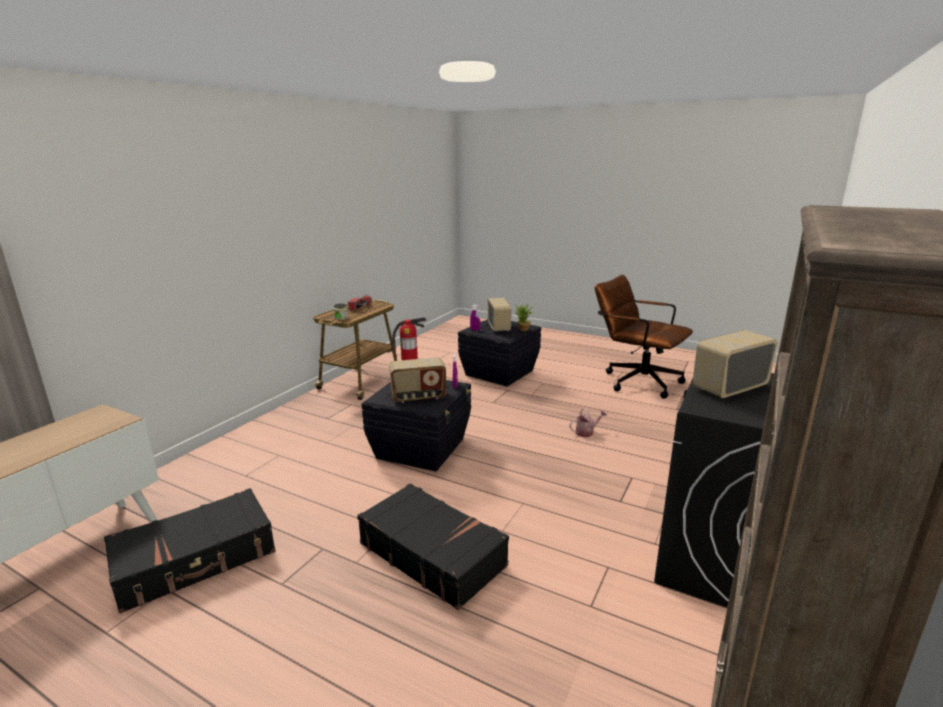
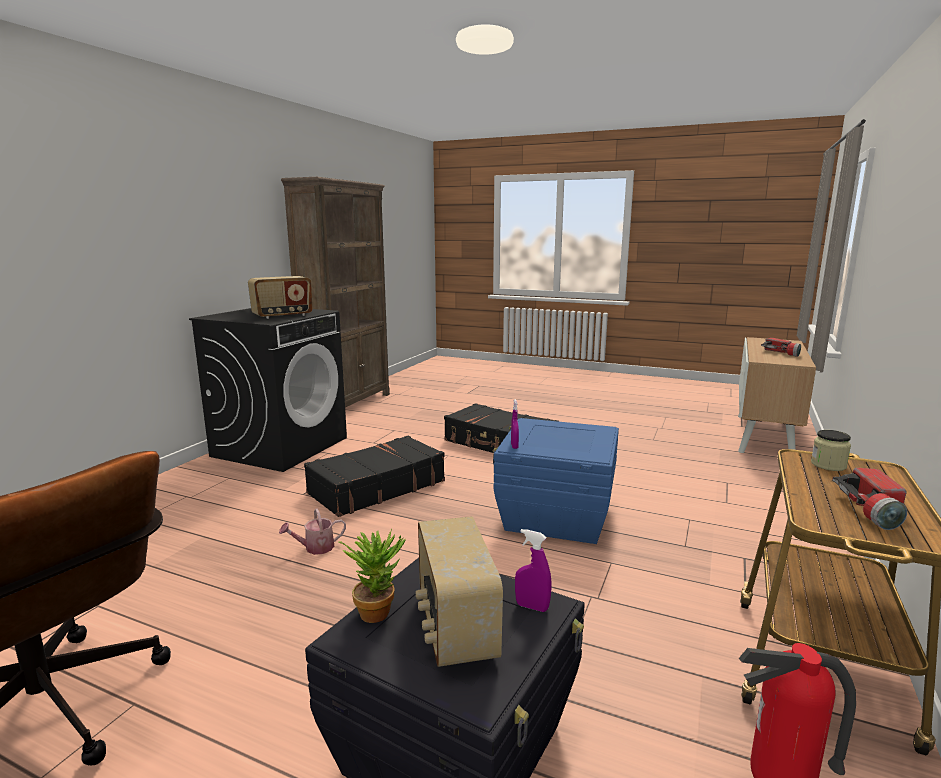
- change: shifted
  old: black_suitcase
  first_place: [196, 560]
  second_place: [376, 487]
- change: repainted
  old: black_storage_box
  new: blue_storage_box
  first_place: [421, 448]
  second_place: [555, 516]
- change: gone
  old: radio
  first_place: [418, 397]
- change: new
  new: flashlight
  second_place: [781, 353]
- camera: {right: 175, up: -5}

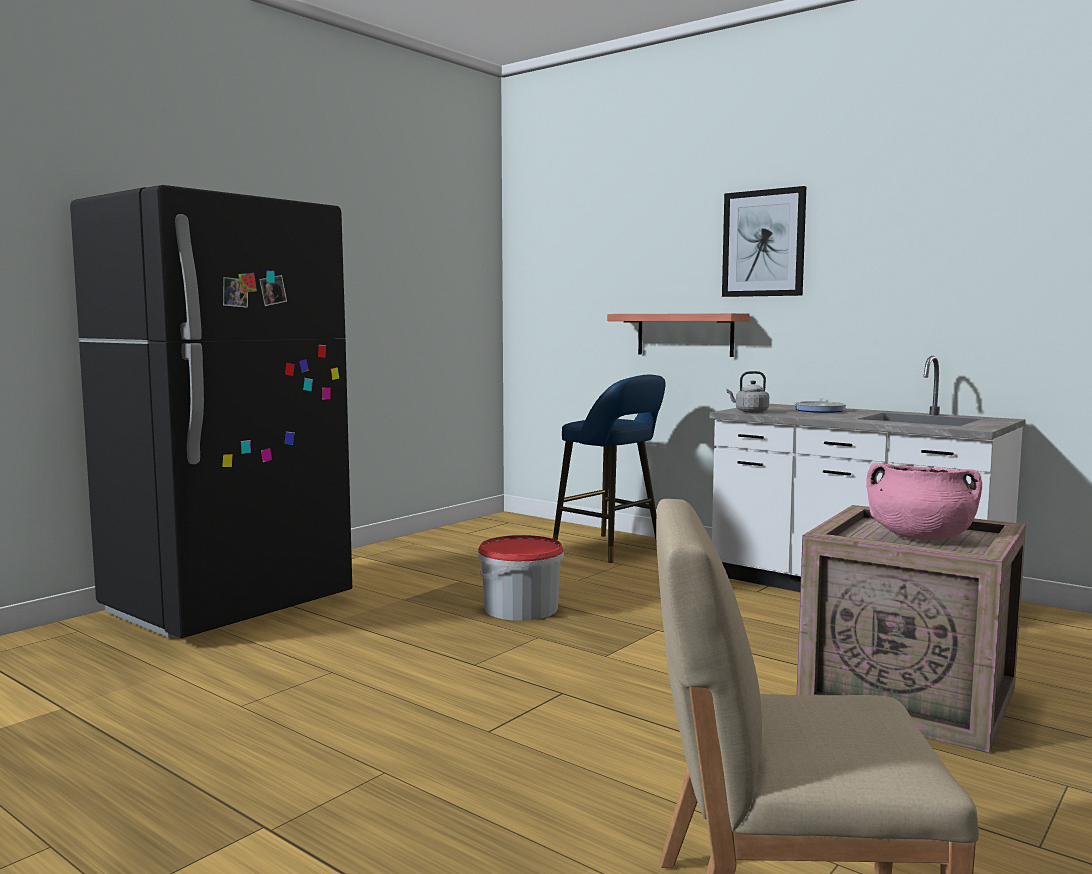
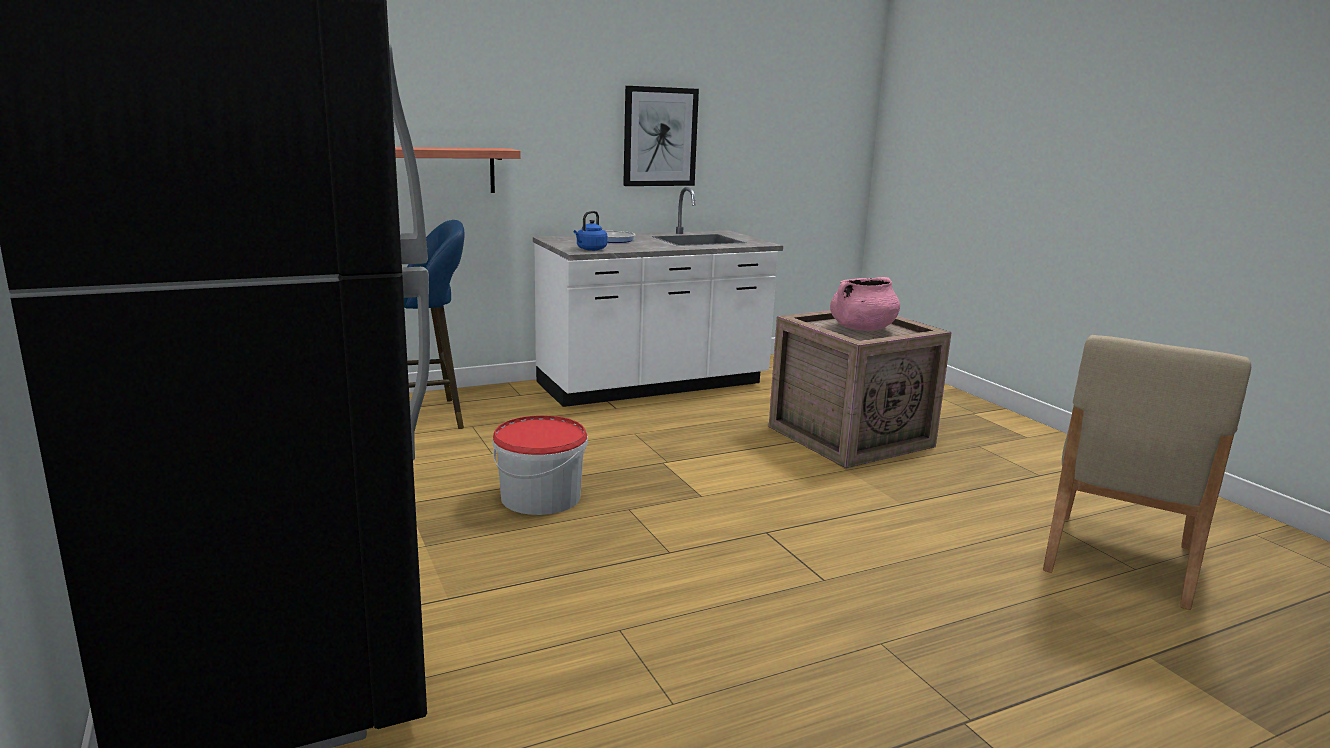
- change: shifted
  old: picture
  first_place: [763, 243]
  second_place: [660, 137]
- change: repainted
  old: grey_kettle
  new: blue_kettle
  first_place: [749, 411]
  second_place: [590, 249]
- camera: {right: -65, up: 10}

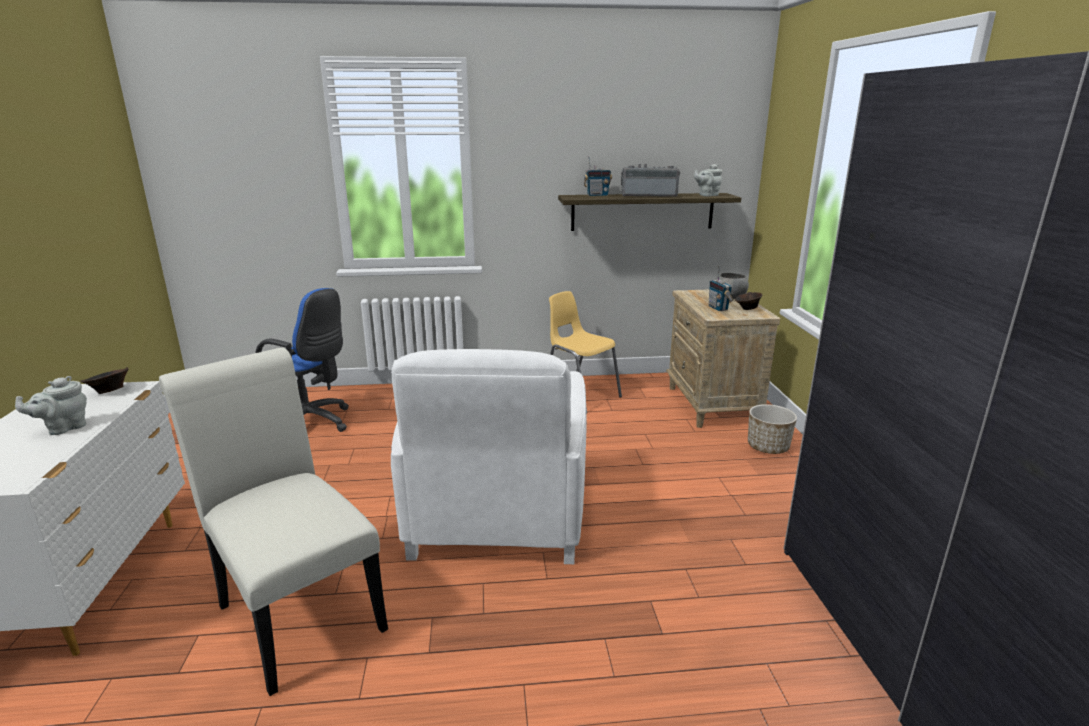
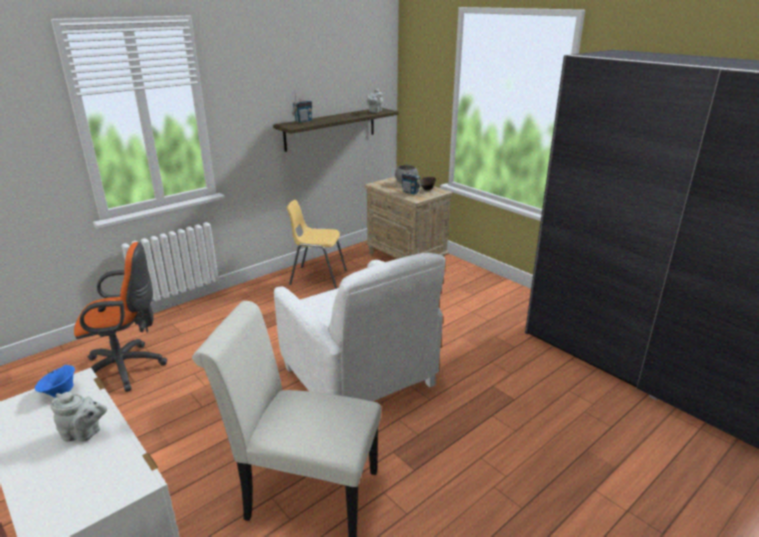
- change: rotated
  old: grey_teapot
  first_place: [64, 428]
  second_place: [84, 433]
  degrees: -90
- change: repainted
  old: brown_bowl
  new: blue_bowl
  first_place: [109, 392]
  second_place: [60, 392]
- change: repainted
  old: blue_office_chair
  new: orange_office_chair
  first_place: [312, 424]
  second_place: [127, 368]
- change: gone
  old: radio
  first_place: [649, 195]
- change: gone
  old: planter
  first_place: [768, 447]
- camera: {right: -35, up: 5}

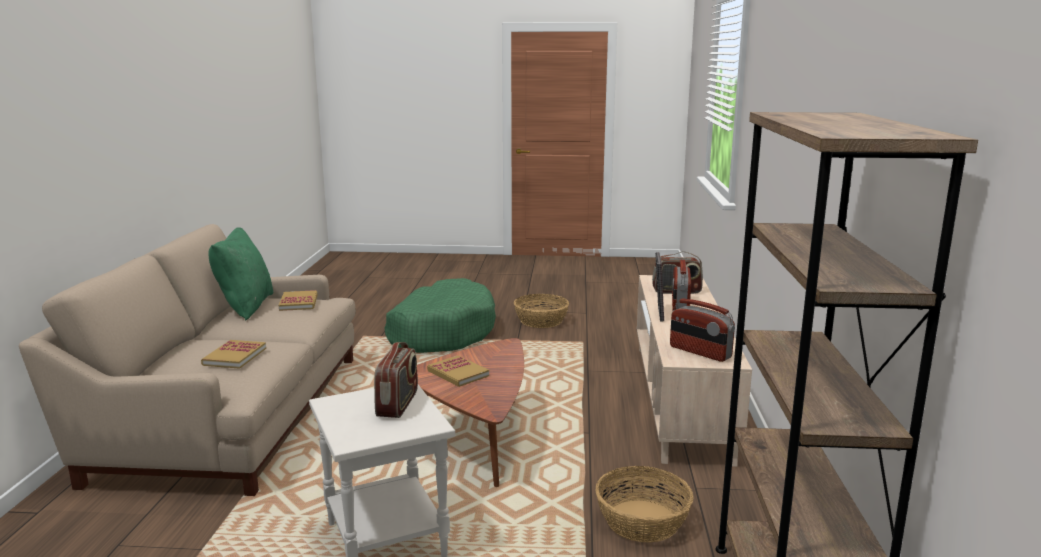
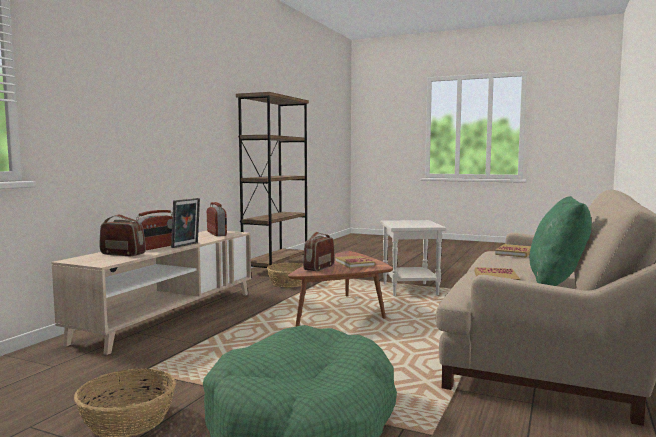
- change: shifted
  old: radio
  first_place: [398, 404]
  second_place: [319, 267]
- camera: {right: -160, up: -10}

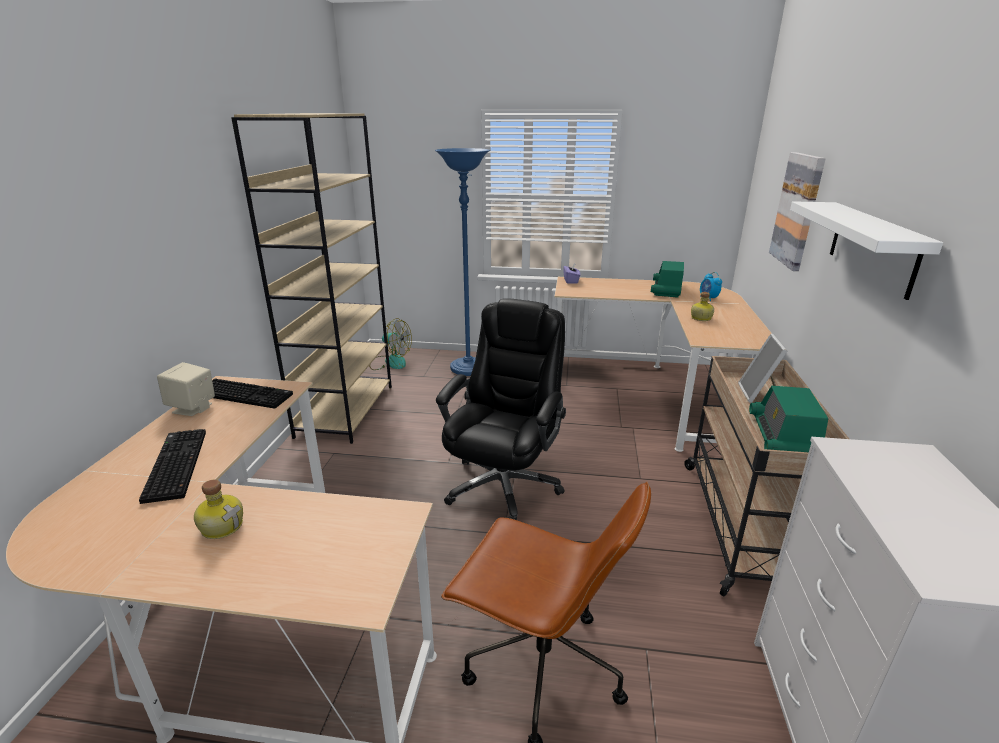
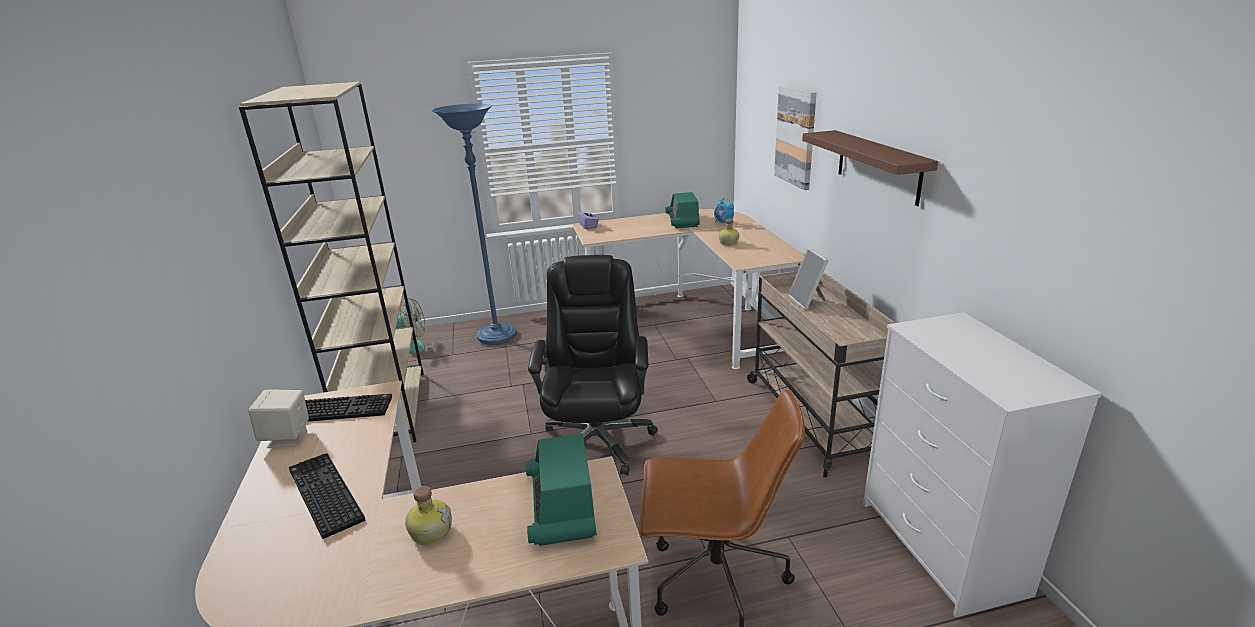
- change: shifted
  old: radio
  first_place: [782, 438]
  second_place: [561, 506]
- change: repainted
  old: white_shelf
  new: brown_shelf
  first_place: [872, 246]
  second_place: [878, 166]
- camera: {right: -20, up: 0}

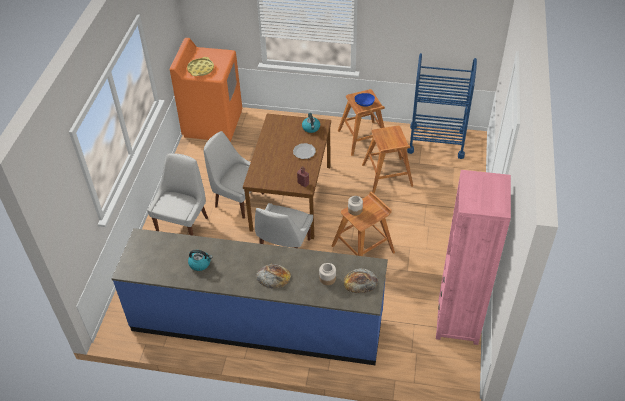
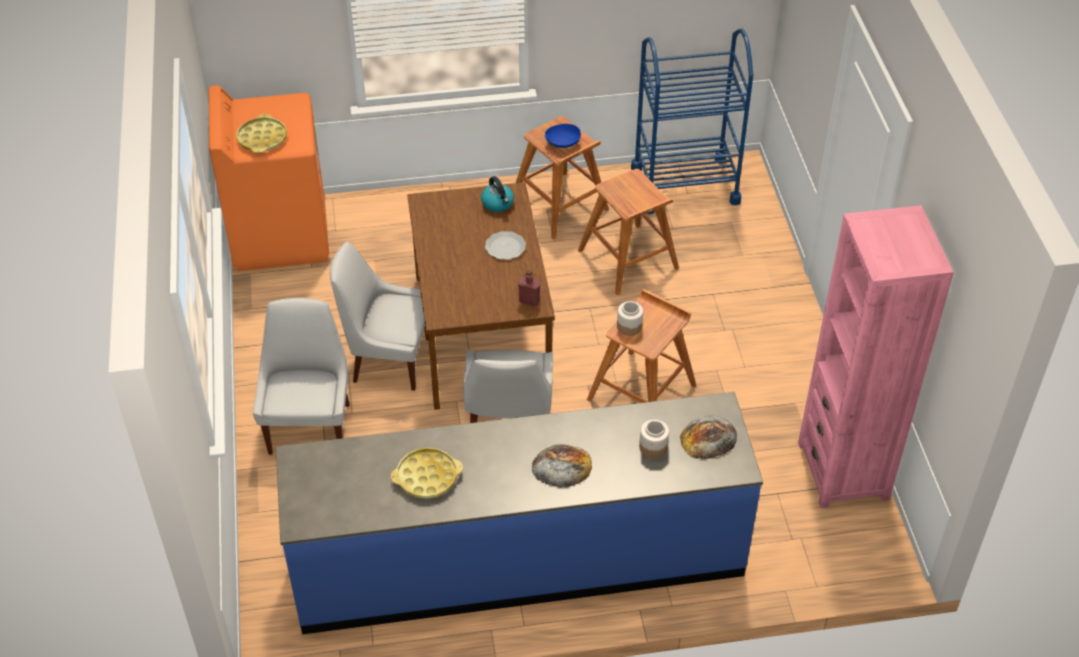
- change: swapped
  old: kettle
  new: yellow_tray
  first_place: [200, 263]
  second_place: [427, 477]
- camera: {right: -20, up: 0}

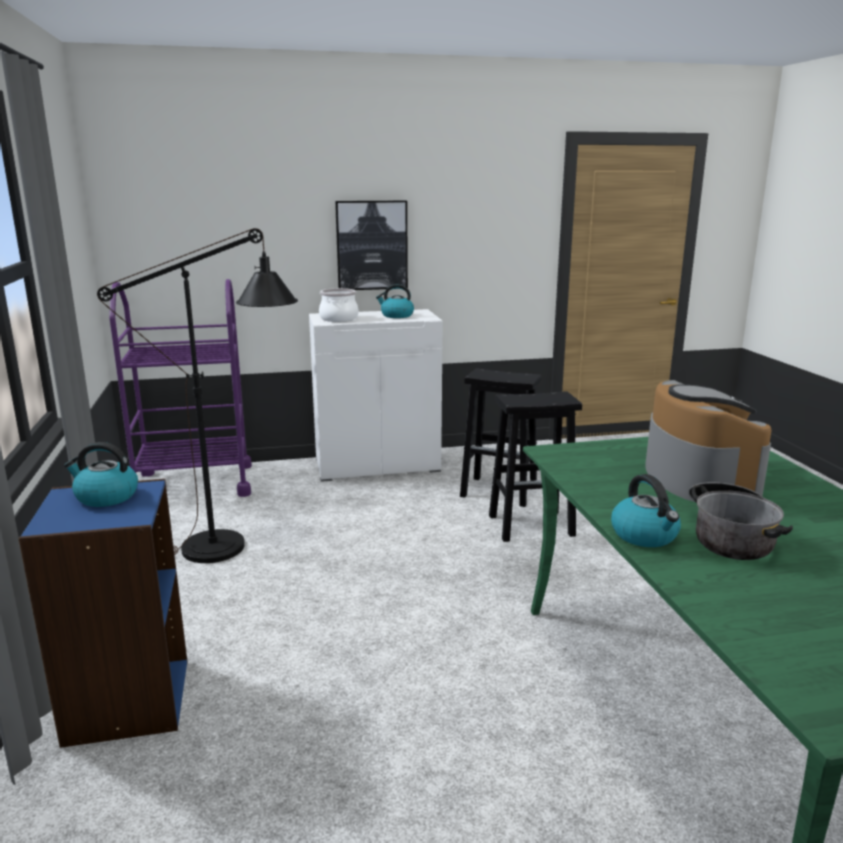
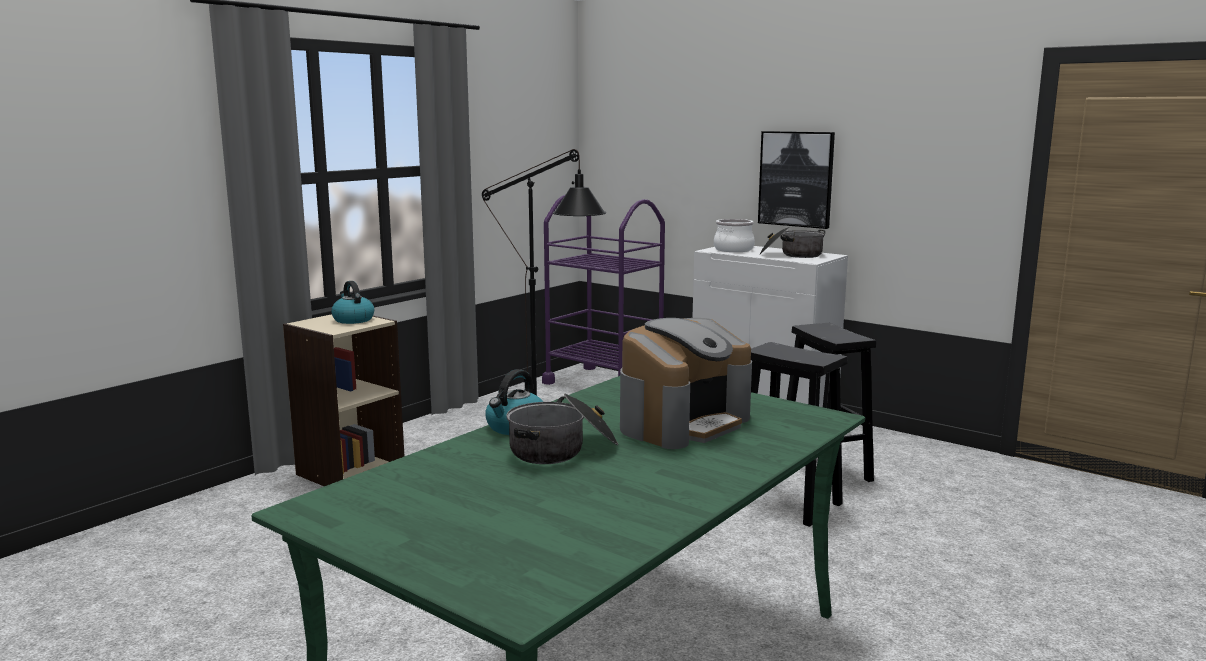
- change: repainted
  old: blue_bookcase
  new: beige_bookcase
  first_place: [127, 701]
  second_place: [350, 471]
- change: swapped
  old: kettle
  new: cooking_pot
  first_place: [396, 315]
  second_place: [792, 255]
- camera: {right: 50, up: -5}

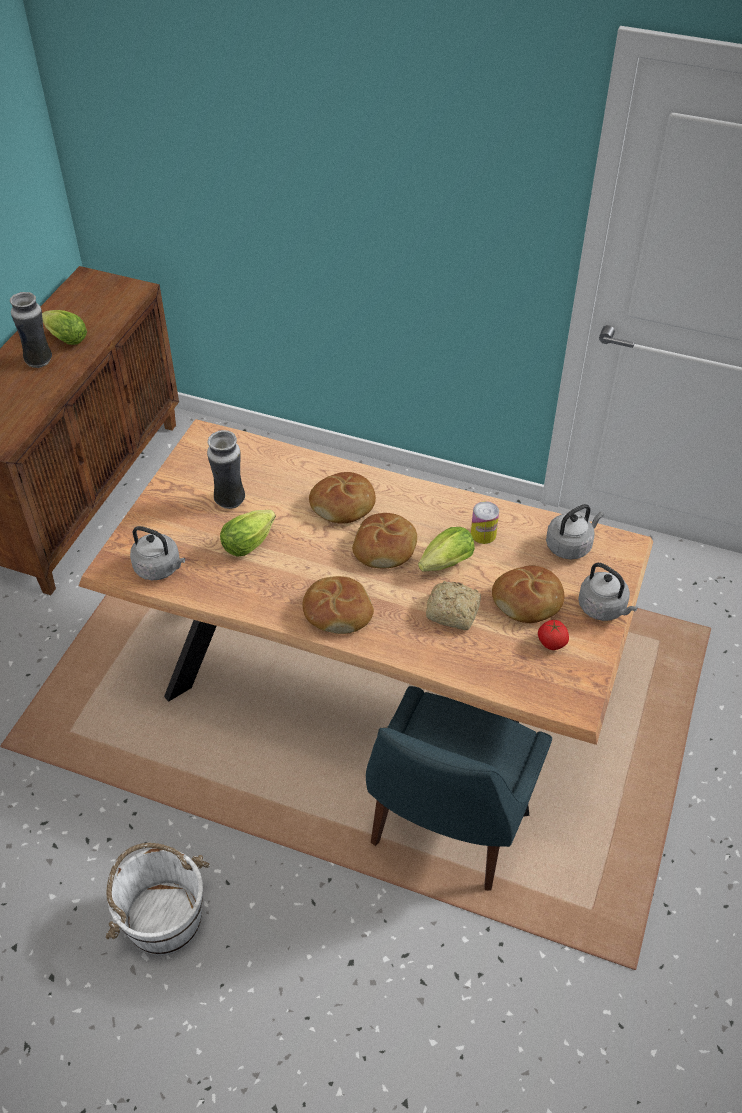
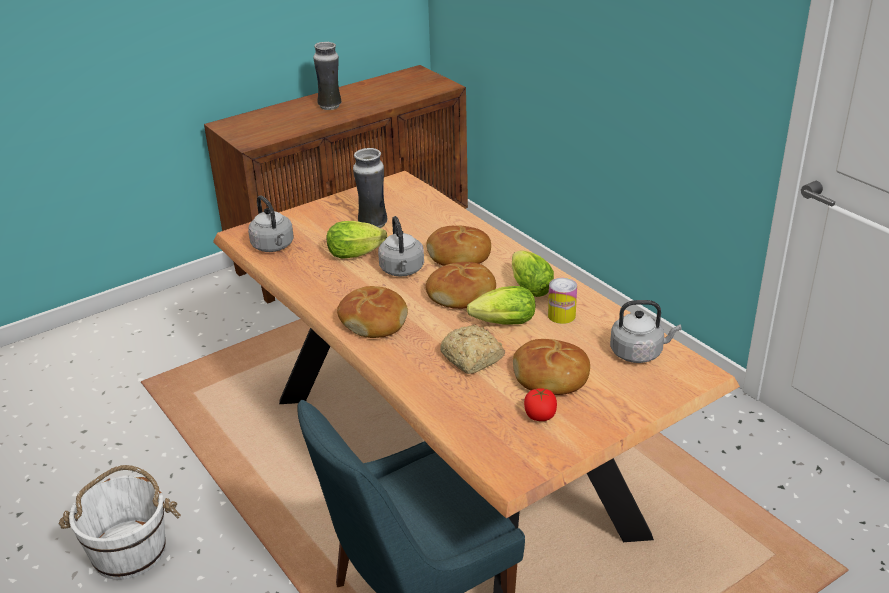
- change: shifted
  old: lettuce
  first_place: [64, 338]
  second_place: [528, 287]
- change: shifted
  old: grey_kettle
  first_place: [604, 608]
  second_place: [402, 270]
- camera: {right: 35, up: -15}

